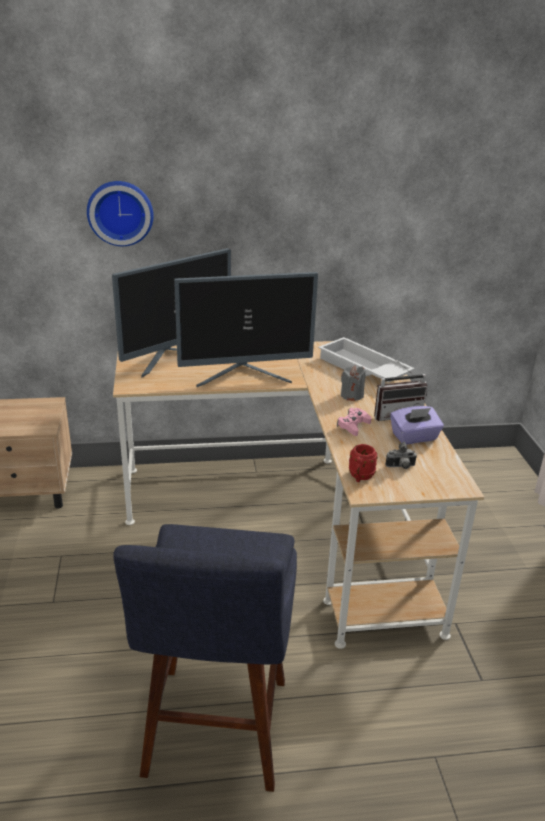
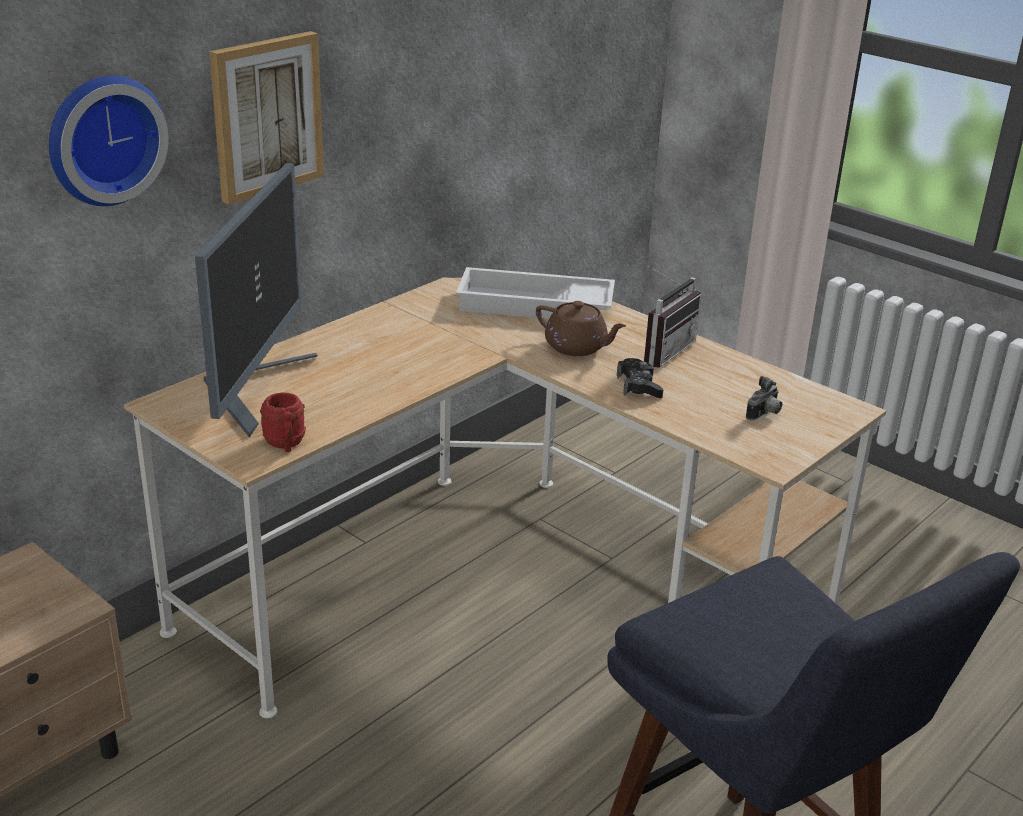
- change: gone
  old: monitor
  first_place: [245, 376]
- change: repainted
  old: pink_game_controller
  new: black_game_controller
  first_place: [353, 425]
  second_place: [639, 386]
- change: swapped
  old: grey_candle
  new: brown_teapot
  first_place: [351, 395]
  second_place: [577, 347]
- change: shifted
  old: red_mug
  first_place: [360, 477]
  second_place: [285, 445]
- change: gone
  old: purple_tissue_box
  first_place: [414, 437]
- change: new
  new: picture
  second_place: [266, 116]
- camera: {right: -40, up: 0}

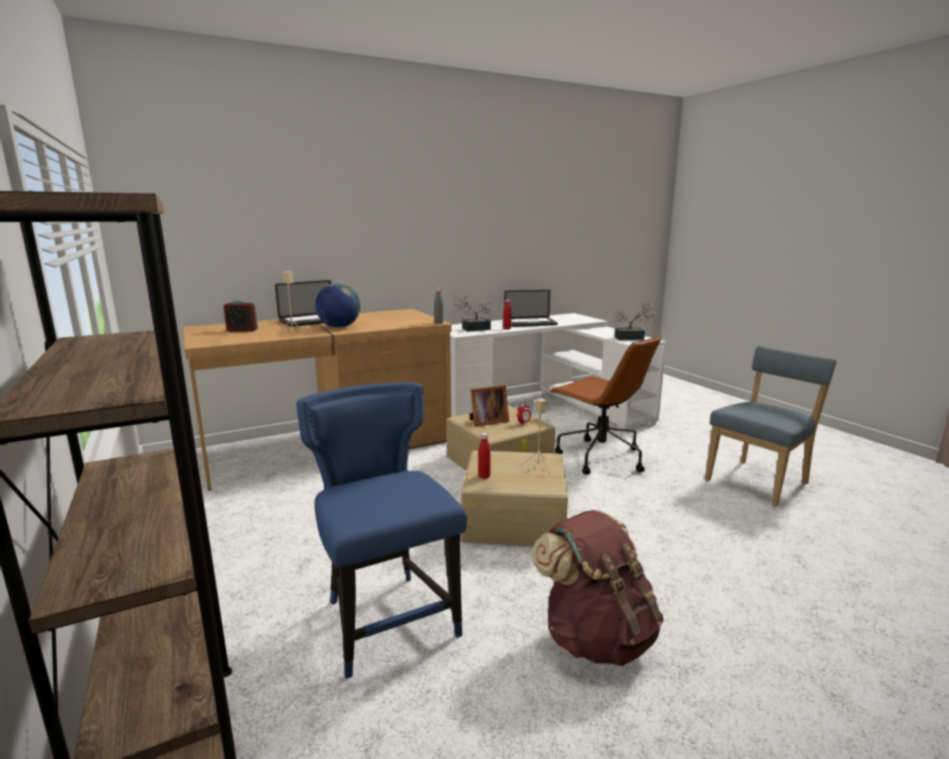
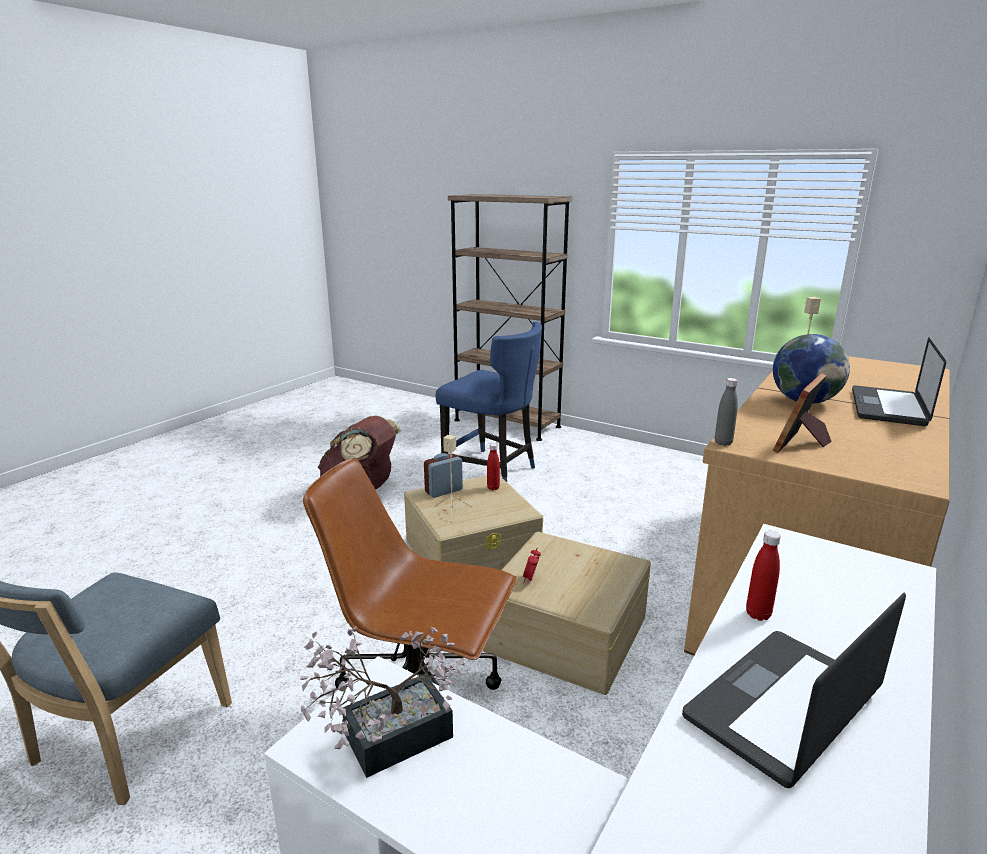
- change: shifted
  old: alarm_clock
  first_place: [242, 330]
  second_place: [443, 491]
- change: gone
  old: potted_plant
  first_place: [473, 329]
- change: shifted
  old: picture_frame
  first_place: [487, 422]
  second_place: [801, 444]
- camera: {right: 150, up: 5}

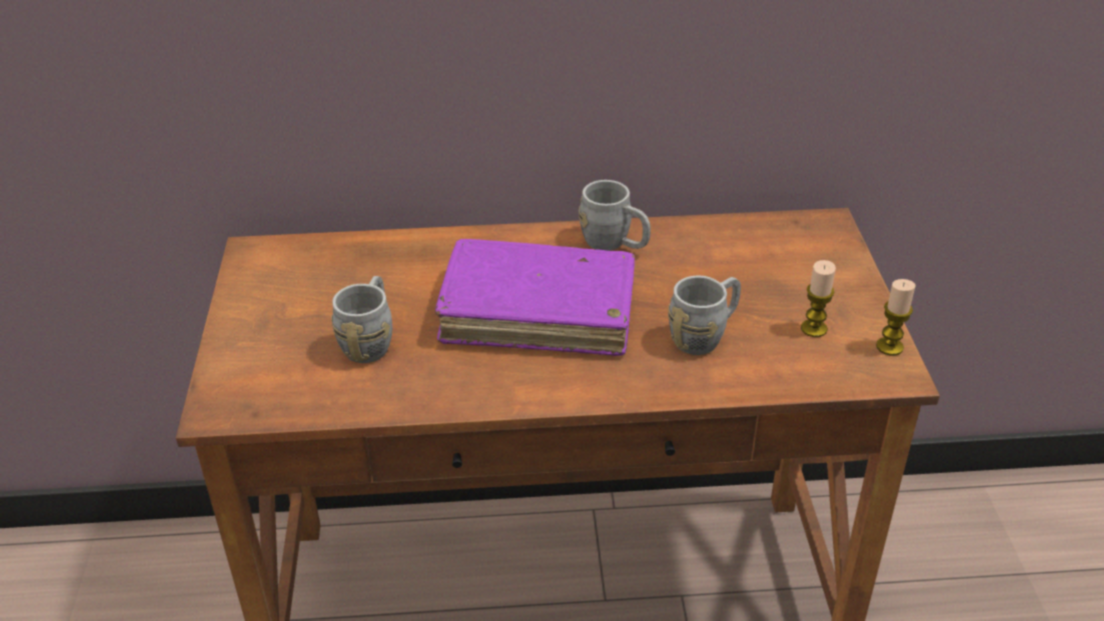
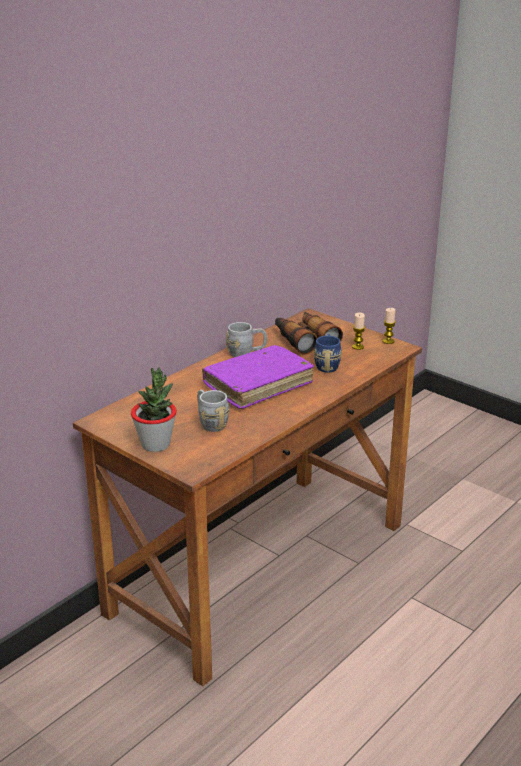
- change: repainted
  old: grey_mug
  new: blue_mug
  first_place: [705, 335]
  second_place: [327, 364]
- change: new
  new: potted_plant
  second_place: [156, 444]
- change: new
  new: binoculars
  second_place: [304, 339]
- camera: {right: -45, up: -10}

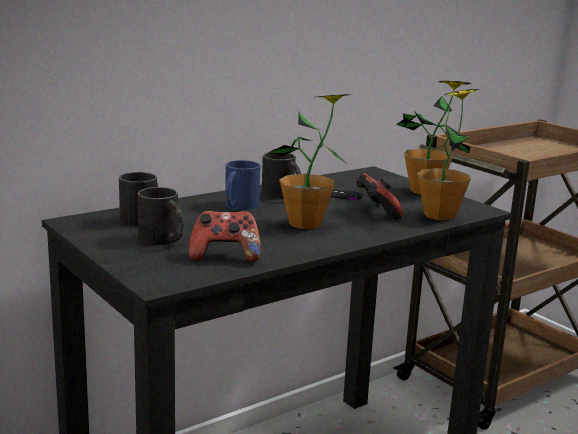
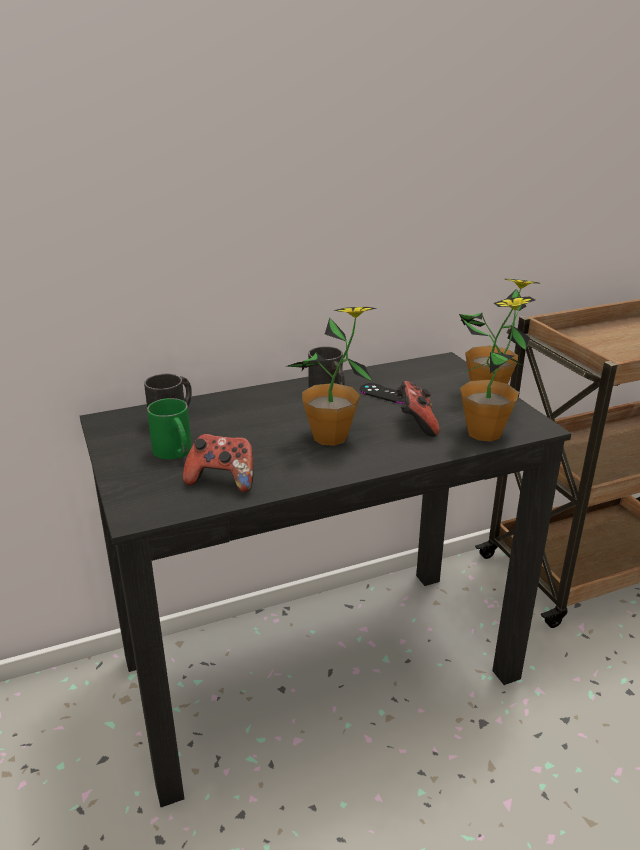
- change: repainted
  old: black_mug
  new: green_mug
  first_place: [164, 240]
  second_place: [175, 452]
- change: gone
  old: blue_mug
  first_place: [238, 206]
- camera: {right: 15, up: 10}

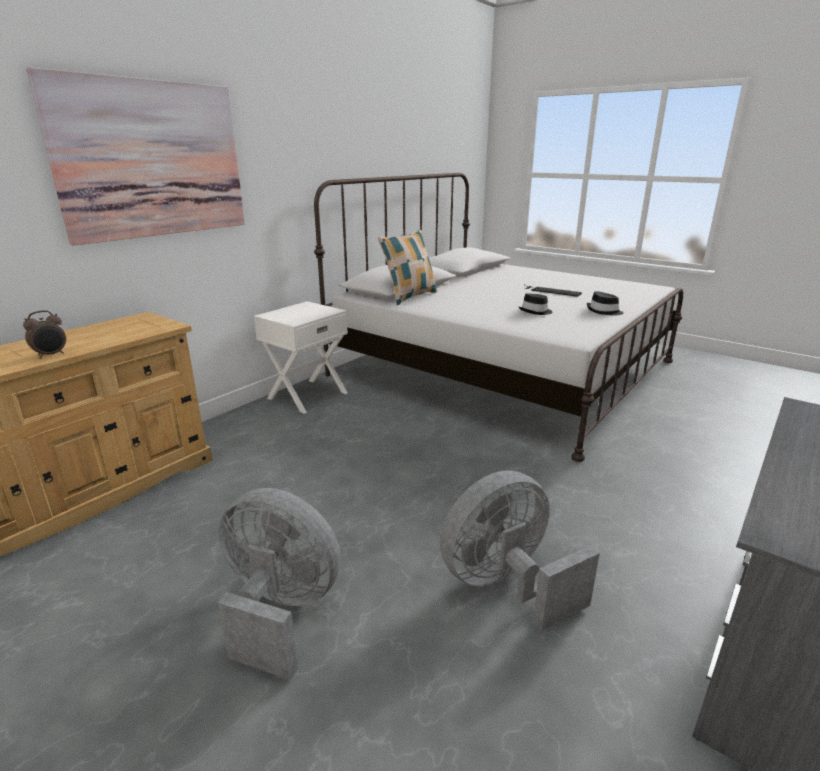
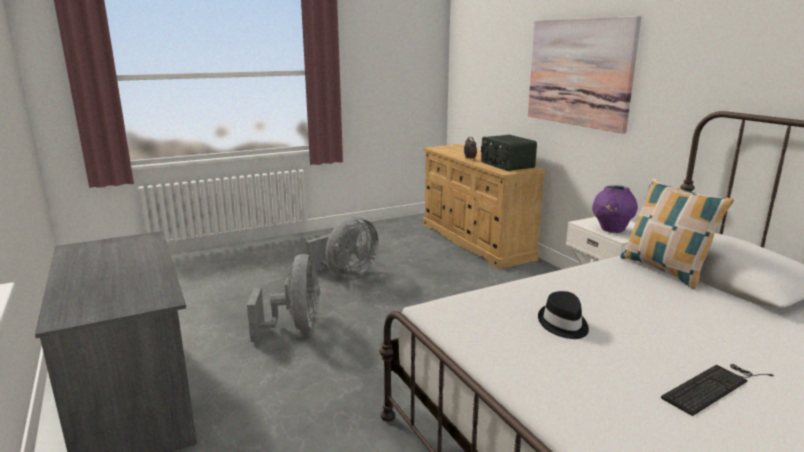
- change: gone
  old: black_hat
  first_place: [604, 311]
- change: new
  new: radio
  second_place: [506, 165]
- change: new
  new: purple_vase
  second_place: [611, 230]
- camera: {right: 115, up: -5}

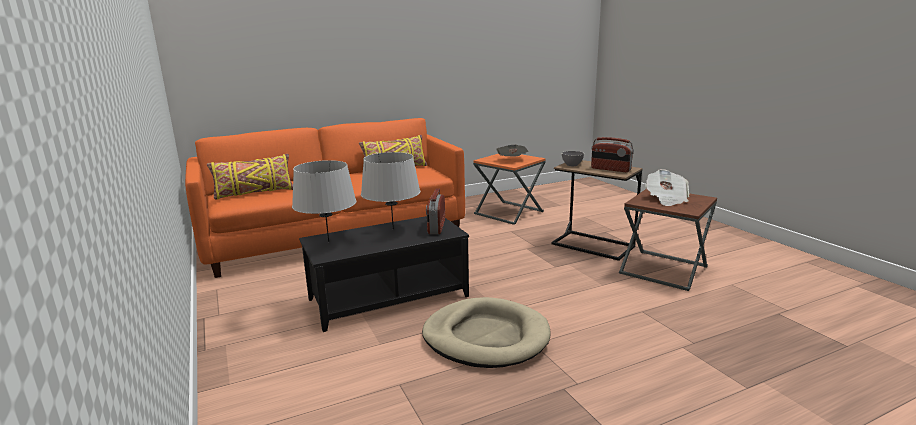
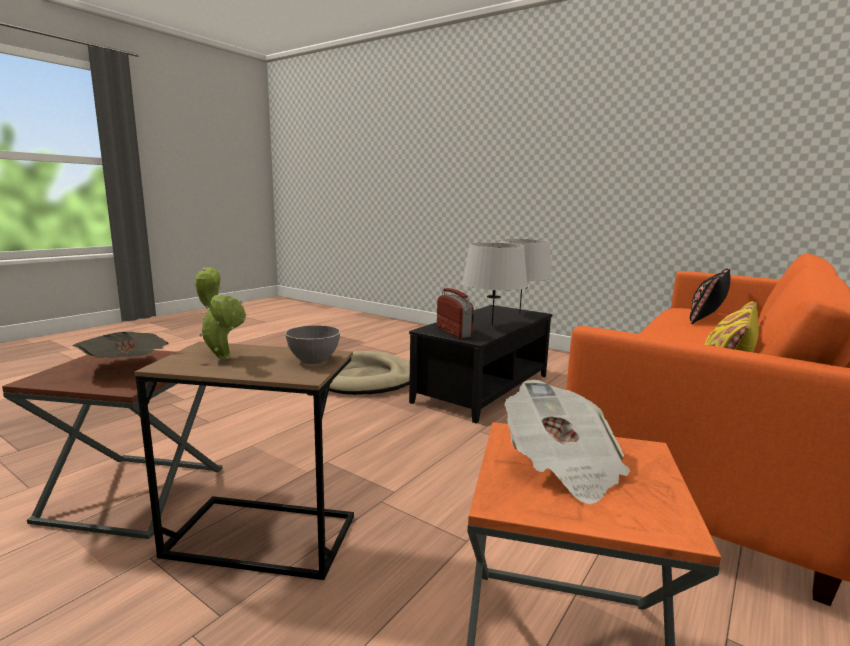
- change: repainted
  old: yellow_pillow
  new: black_pillow
  first_place: [254, 193]
  second_place: [707, 316]
- change: swapped
  old: radio
  new: potted_plant
  first_place: [610, 169]
  second_place: [222, 356]
- camera: {right: 150, up: -5}

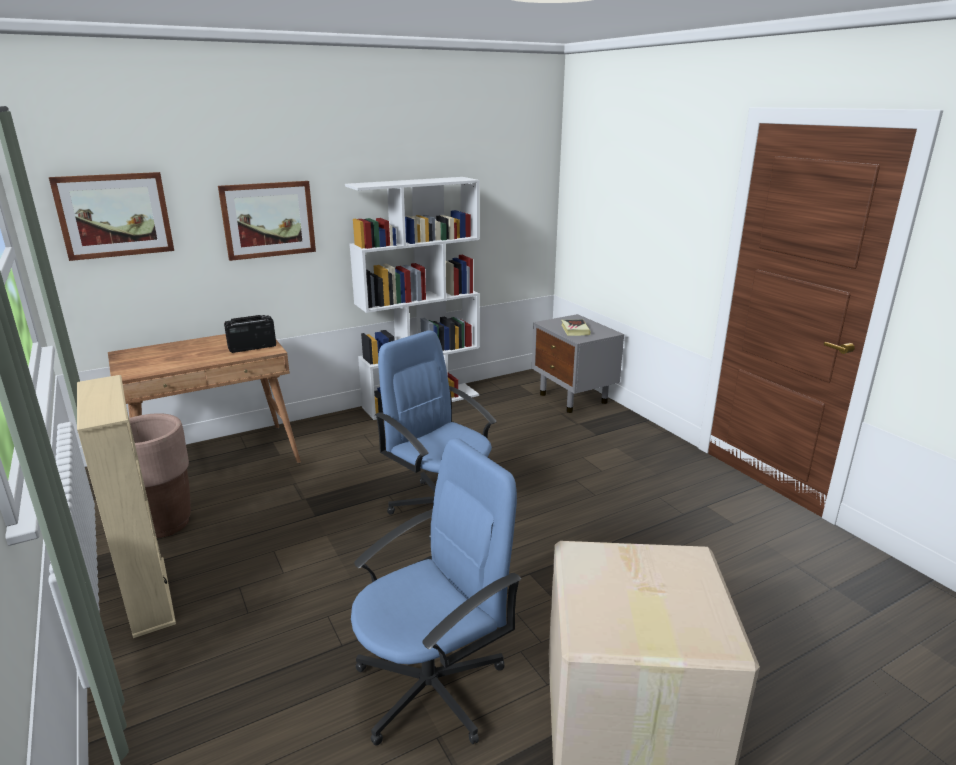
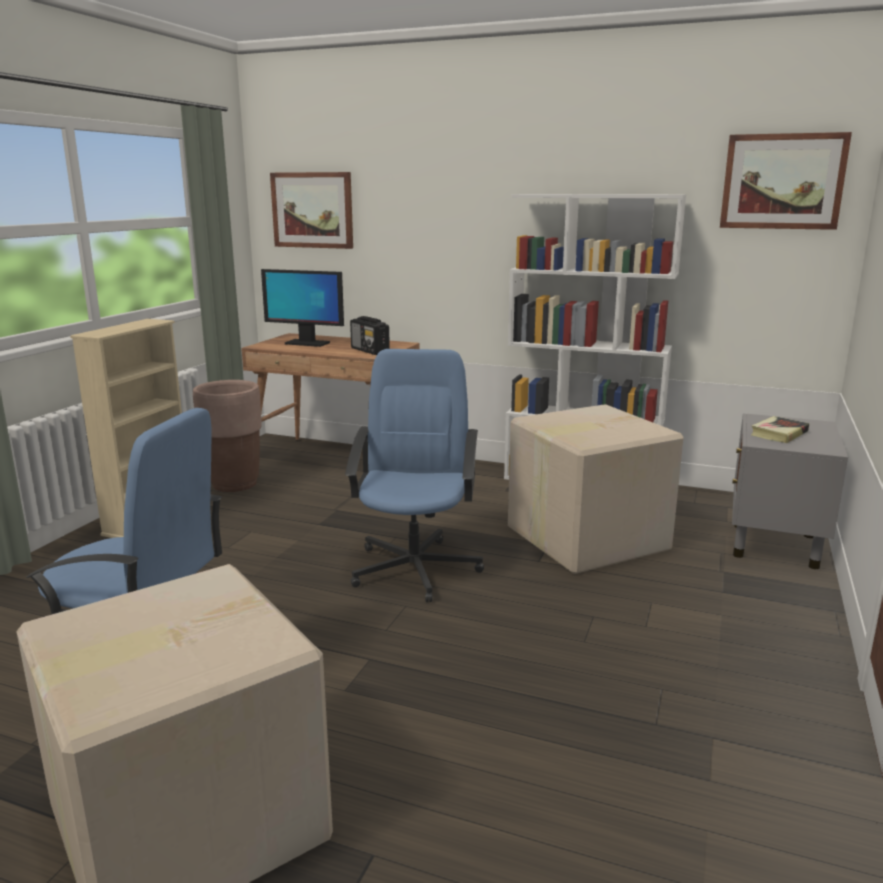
- change: shifted
  old: picture
  first_place: [268, 219]
  second_place: [782, 181]
- change: rotated
  old: radio
  first_place: [251, 347]
  second_place: [370, 351]
  degrees: -150
- change: new
  new: monitor
  second_place: [307, 343]
- change: new
  new: cardboard_box
  second_place: [584, 538]
- camera: {right: 50, up: -5}

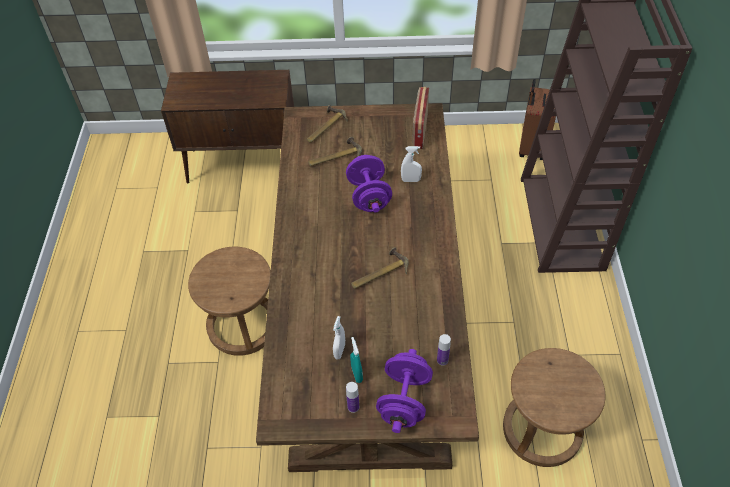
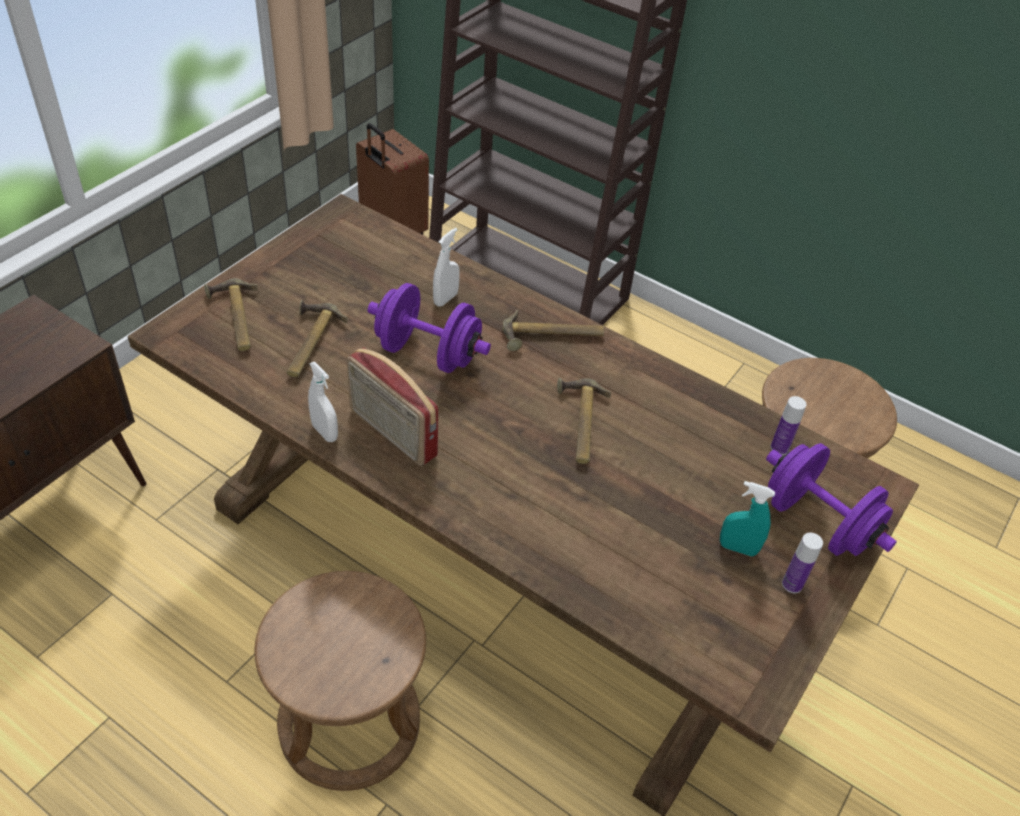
- change: shifted
  old: white_spray_bottle
  first_place: [339, 351]
  second_place: [324, 432]
- change: shifted
  old: radio
  first_place: [419, 131]
  second_place: [391, 433]
- change: new
  new: hammer
  second_place: [552, 337]
- camera: {right: -60, up: -5}

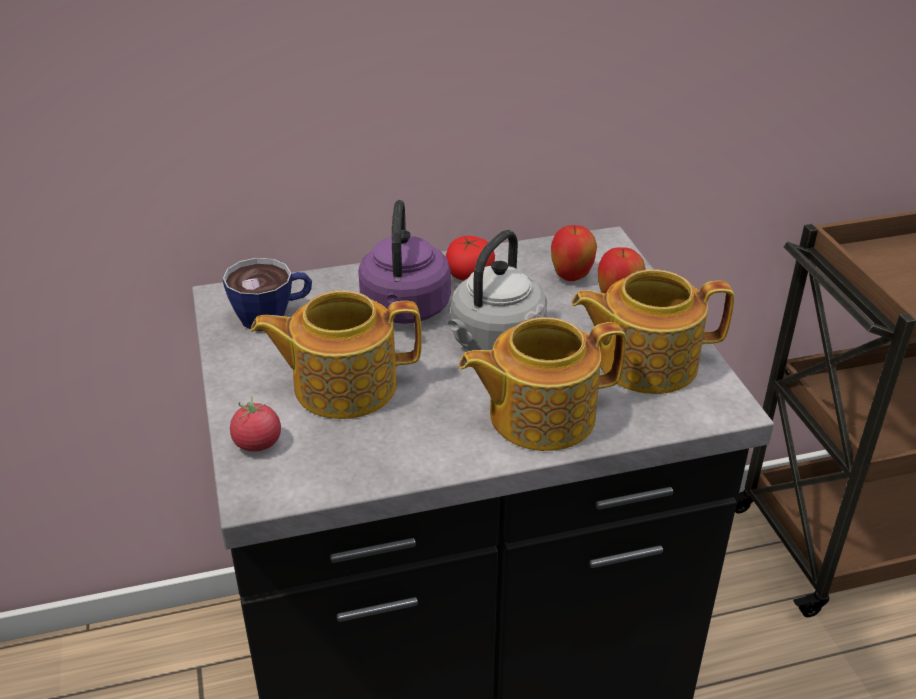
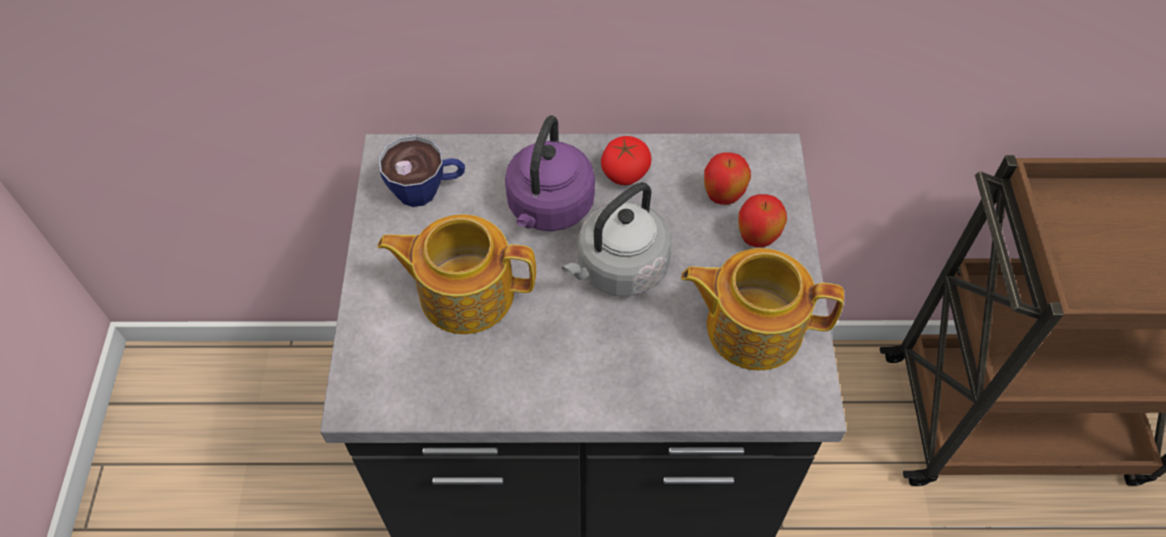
- change: gone
  old: tomato
  first_place: [257, 443]
- change: gone
  old: teapot
  first_place: [539, 415]
- camera: {right: 15, up: 20}

